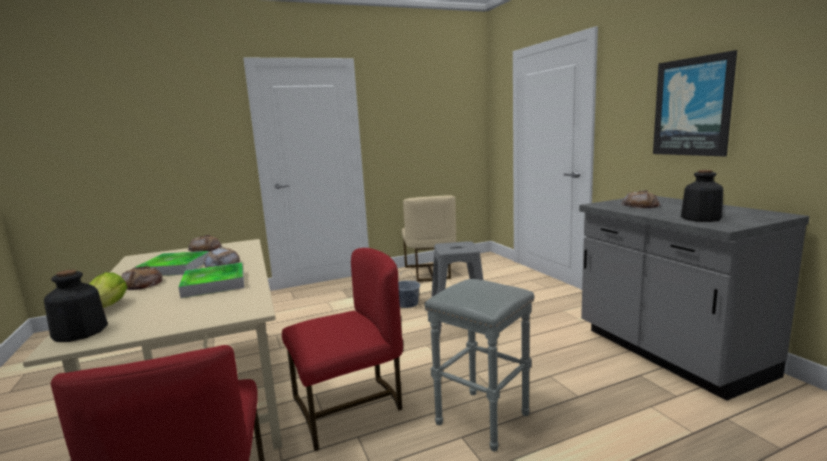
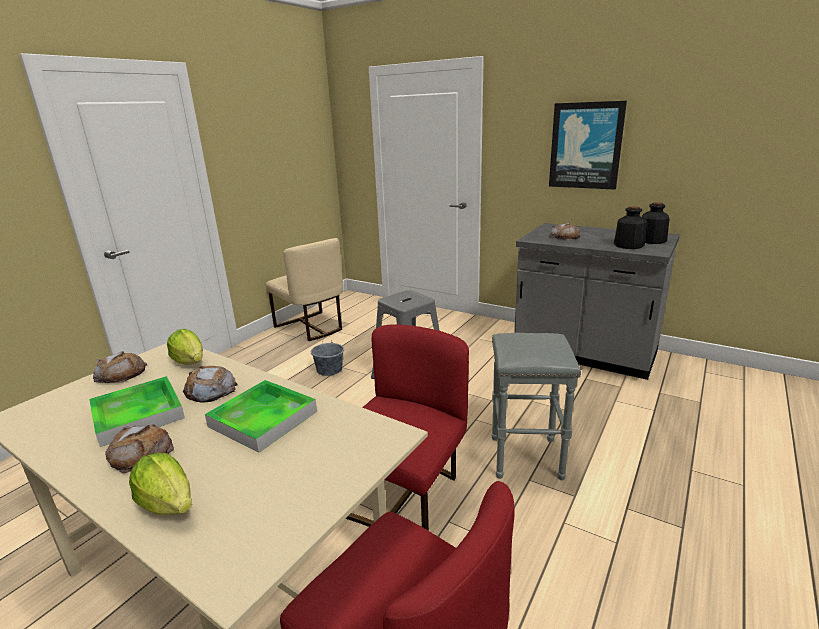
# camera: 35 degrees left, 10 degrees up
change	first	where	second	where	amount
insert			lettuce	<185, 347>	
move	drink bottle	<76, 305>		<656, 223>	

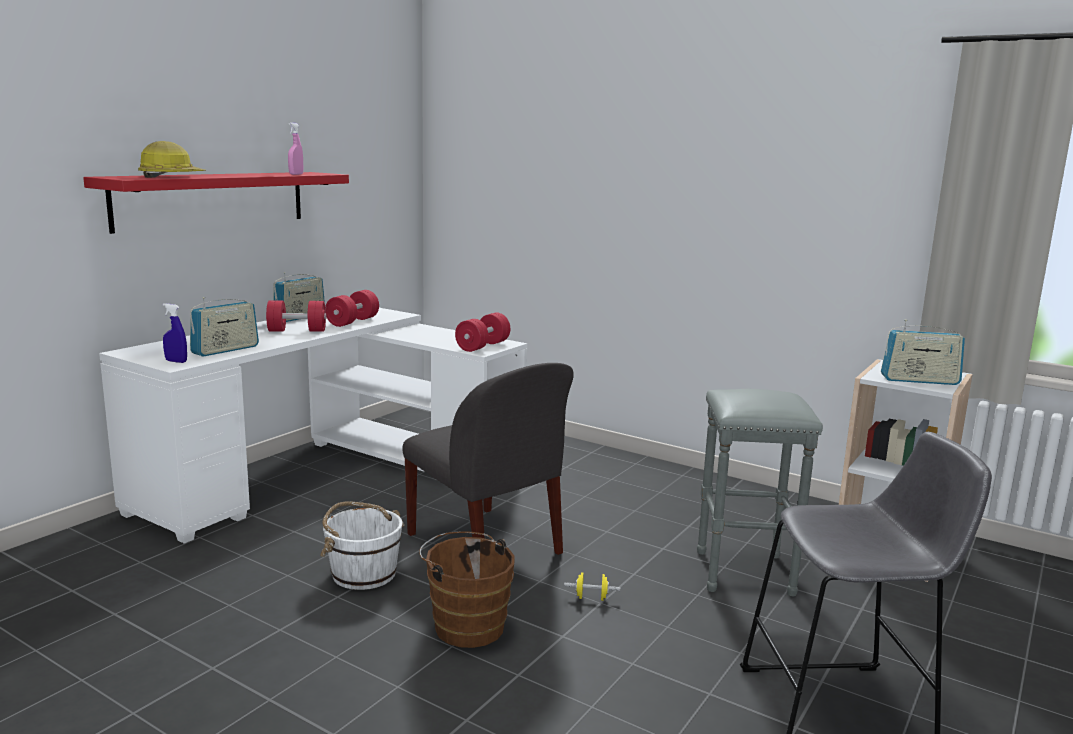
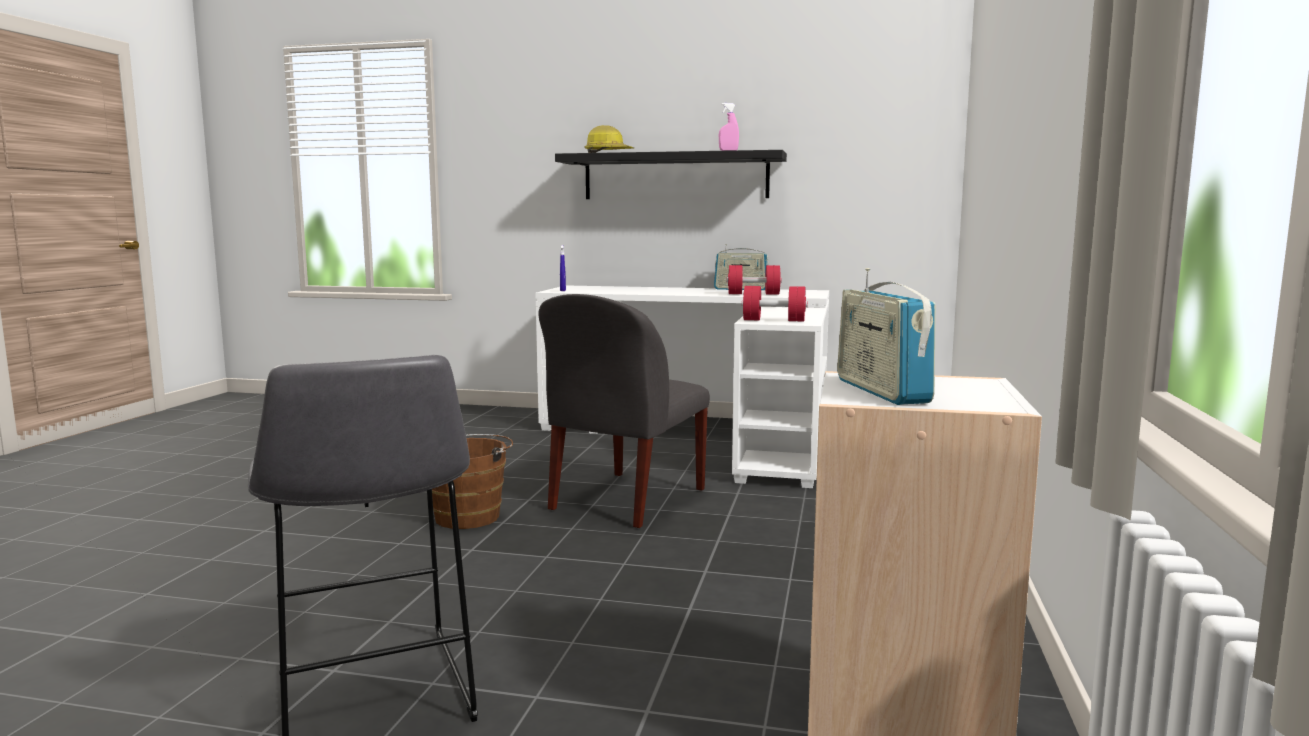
# camera: 70 degrees right, 5 degrees down
change	first	where	second	where	amount
delete	radio	<224, 327>			
delete	reddish dumbbell	<296, 316>			
delete	white bucket	<362, 545>			
delete	yellow-coloured dumbbell	<592, 586>			
delete	grey stool	<760, 492>			
recolor	reddish wall shelf	<216, 203>	black-coloured wall shelf	<671, 174>	

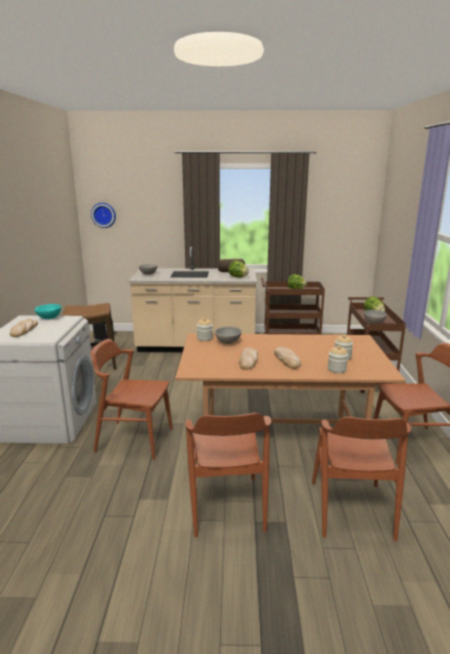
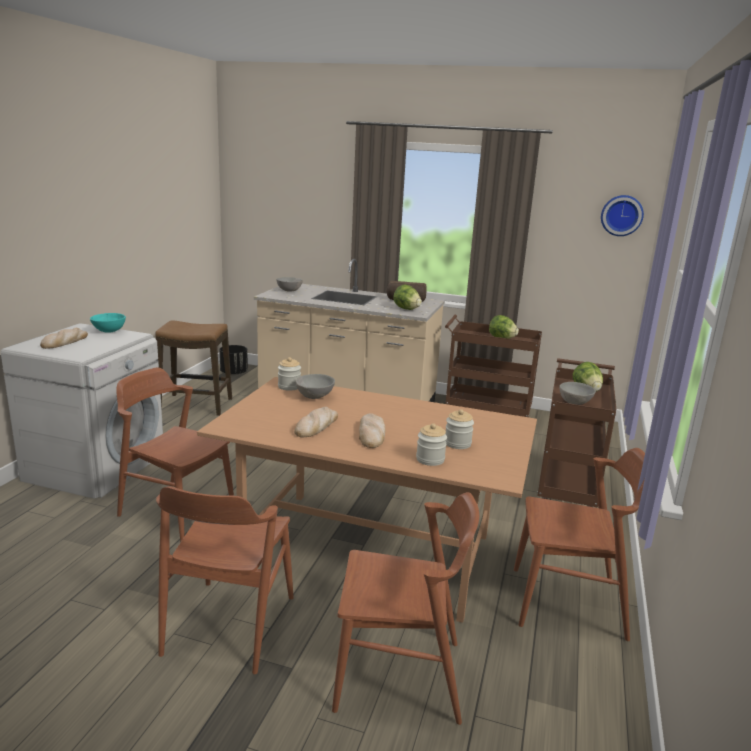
# camera: 15 degrees right, 0 degrees up
change	first	where	second	where	amount
move	wall clock	<103, 215>		<622, 215>	
rotate	brown-coloured plain chair	<361, 479>		<405, 608>	105 degrees counterclockwise

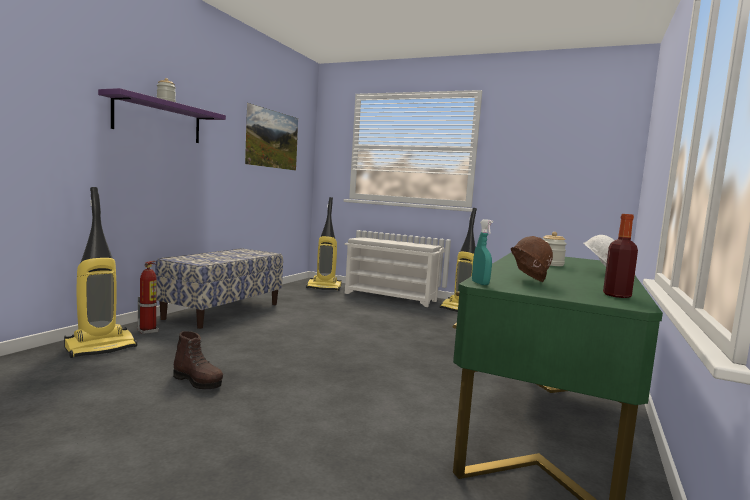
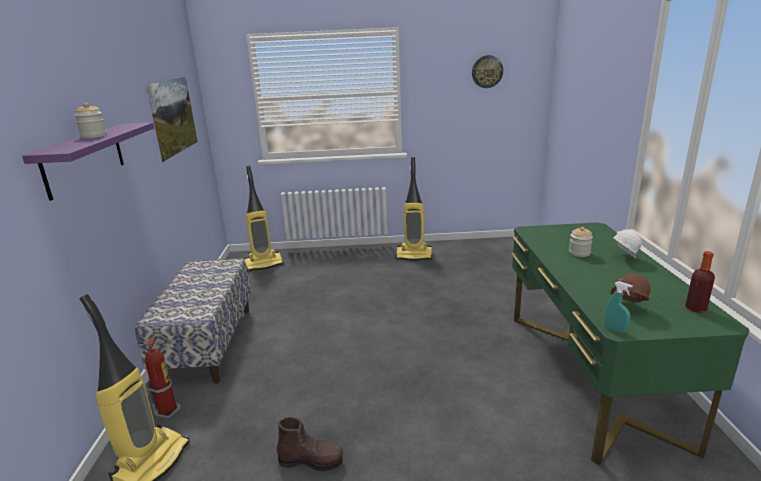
# camera: 25 degrees left, 15 degrees up
change	first	where	second	where	amount
delete	white shoe shelf	<395, 272>			
insert			wall clock	<487, 71>	

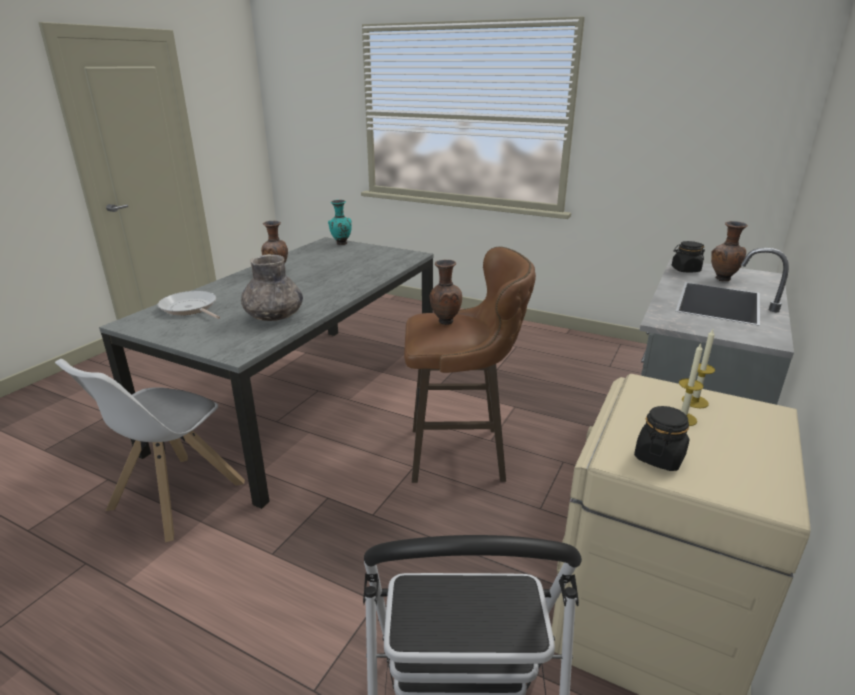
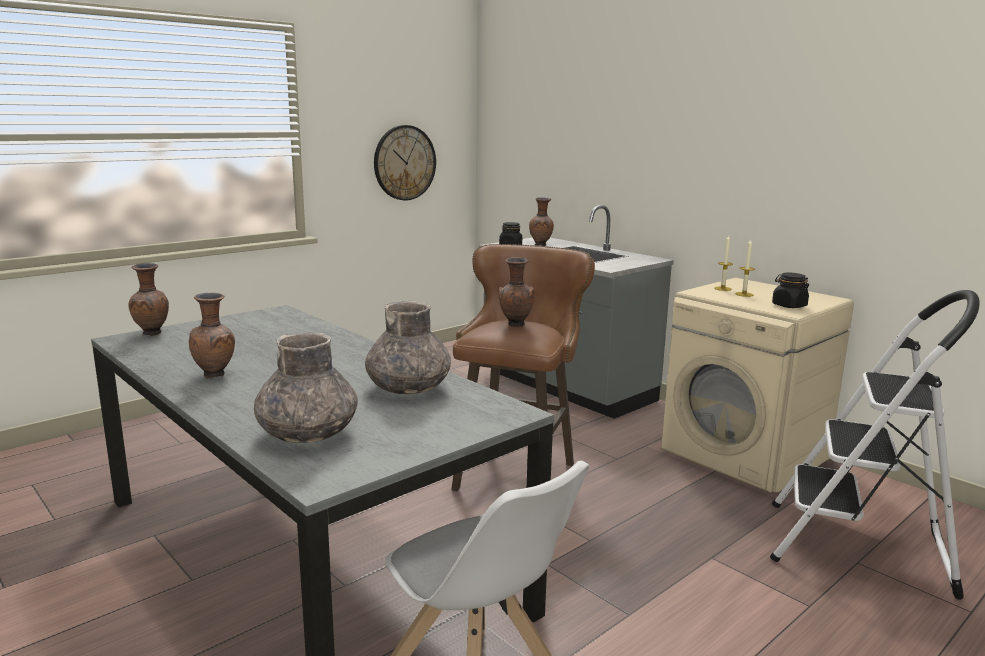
# camera: 70 degrees left, 10 degrees down
change	first	where	second	where	amount
insert			wall clock	<405, 162>	
replace	frying pan	<189, 305>	grey decorative vase	<306, 387>	
recolor	blue-green decorative vase	<340, 222>	brown-coloured decorative vase	<148, 299>	

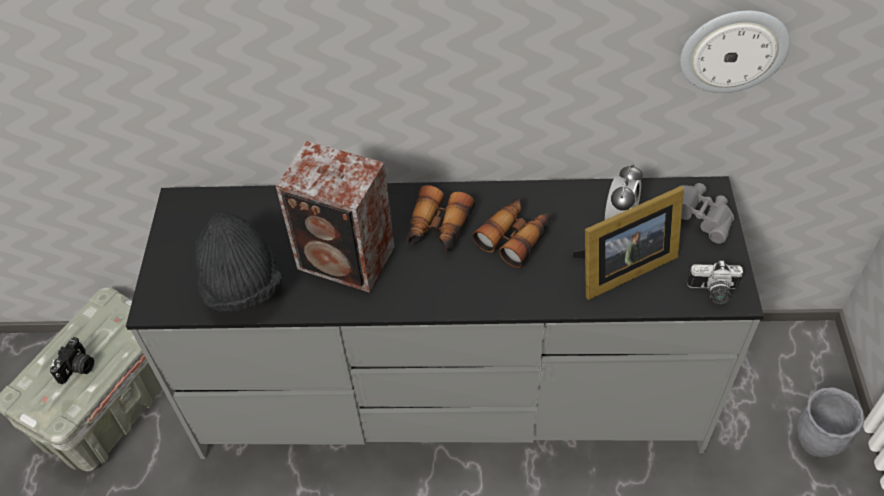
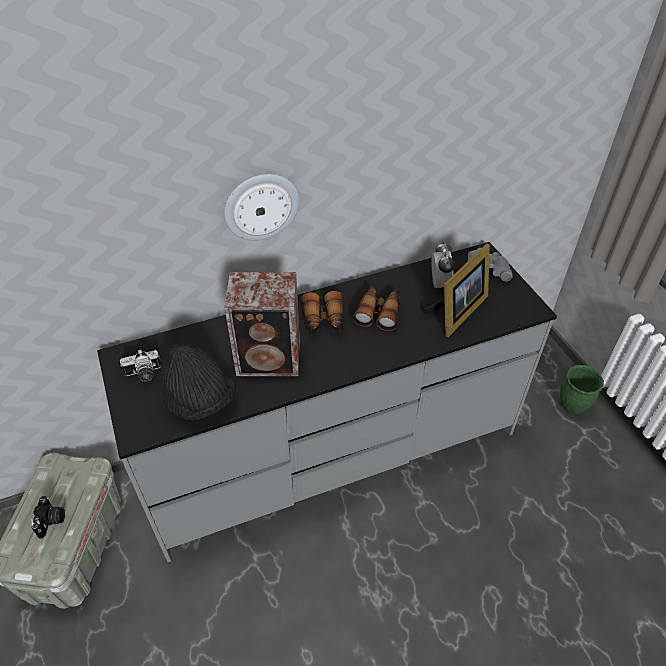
# camera: 25 degrees left, 5 degrees down
change	first	where	second	where	amount
move	wall clock	<735, 52>		<261, 207>	
move	still camera	<715, 282>		<141, 366>	
recolor	grey planter	<830, 422>	green-coloured planter	<582, 389>	

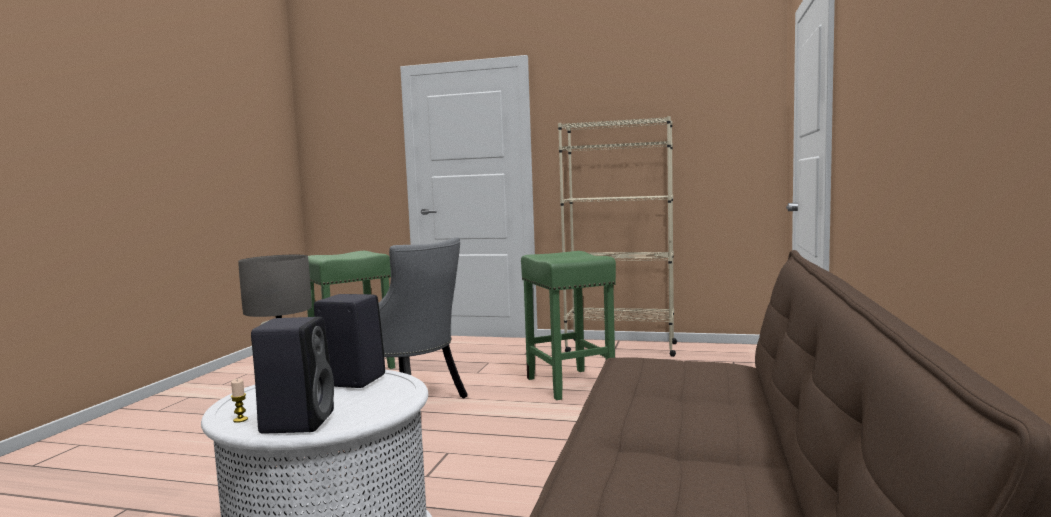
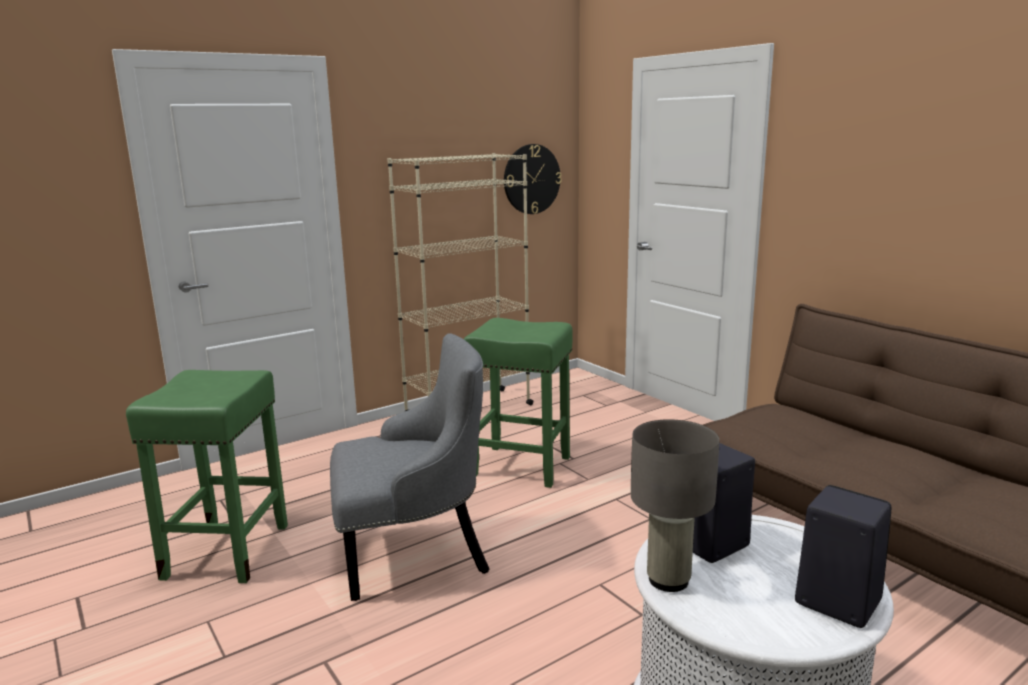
# camera: 50 degrees left, 10 degrees up
change	first	where	second	where	amount
delete	candle	<239, 401>			
insert			wall clock	<533, 179>	

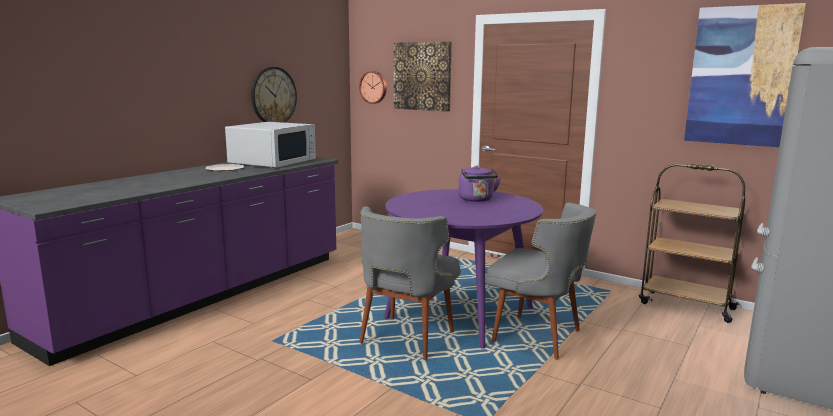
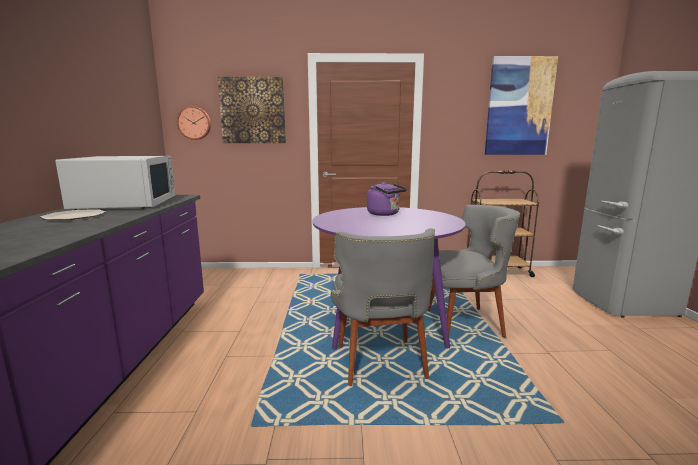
# camera: 35 degrees left, 0 degrees up
change	first	where	second	where	amount
delete	wall clock	<274, 95>			

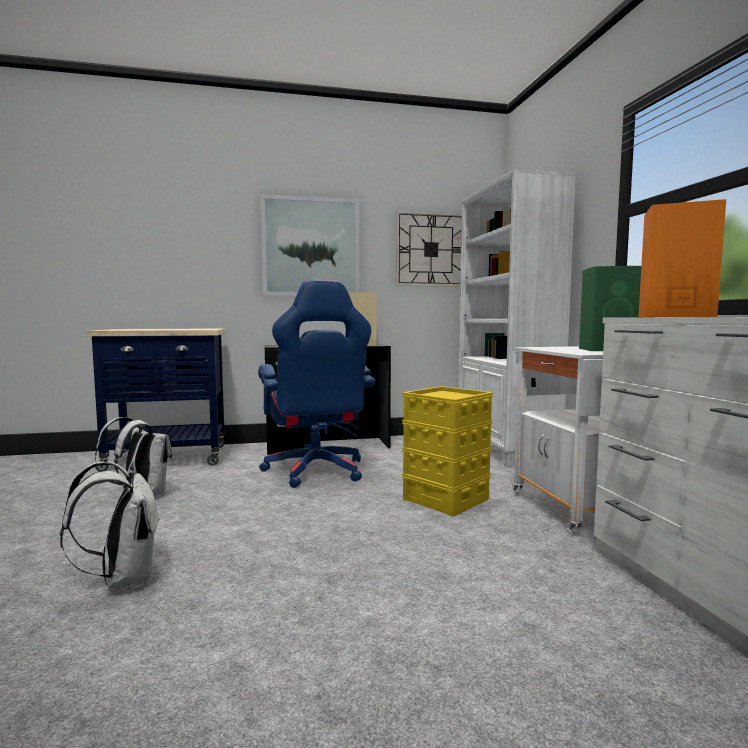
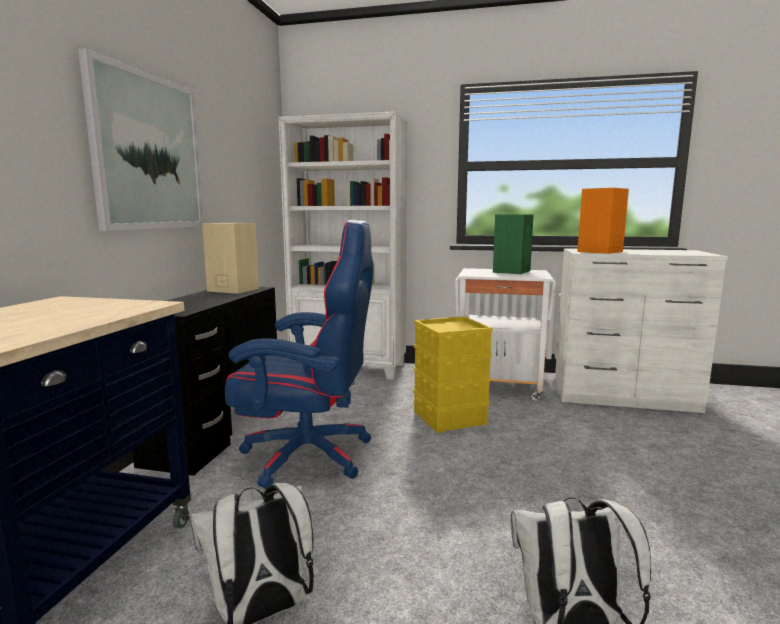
# camera: 65 degrees left, 5 degrees up
change	first	where	second	where	amount
delete	wall clock	<428, 248>			

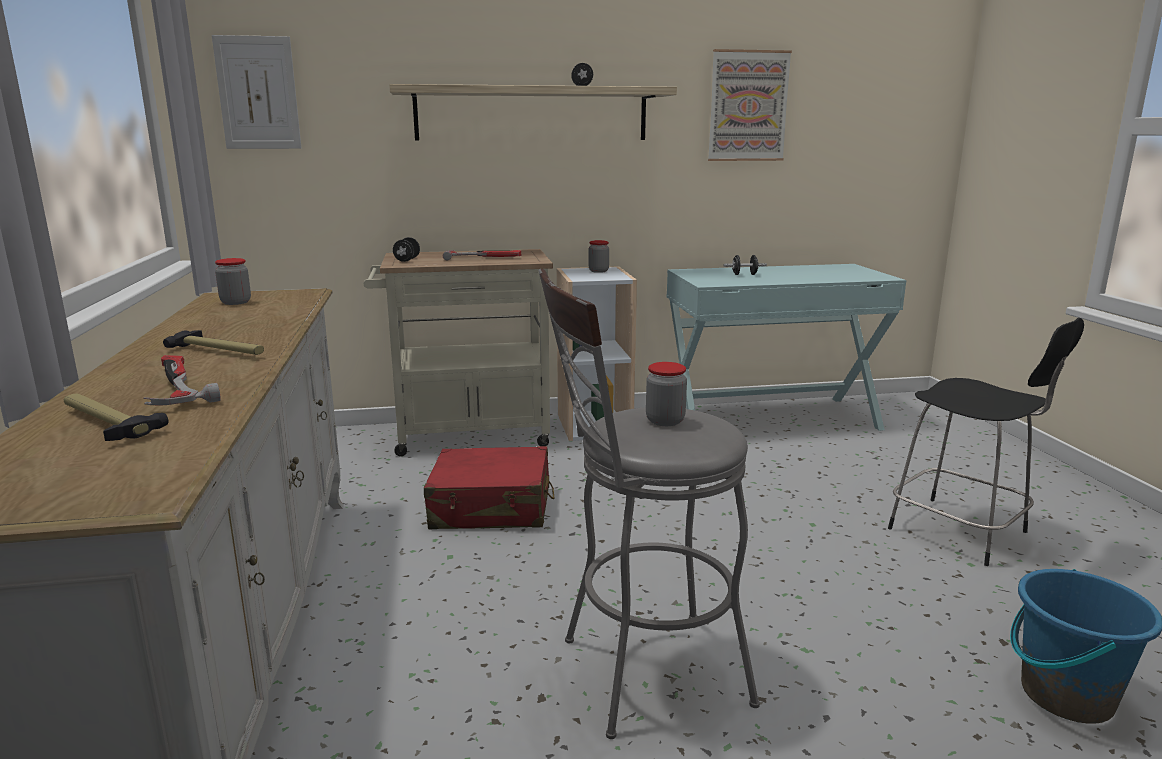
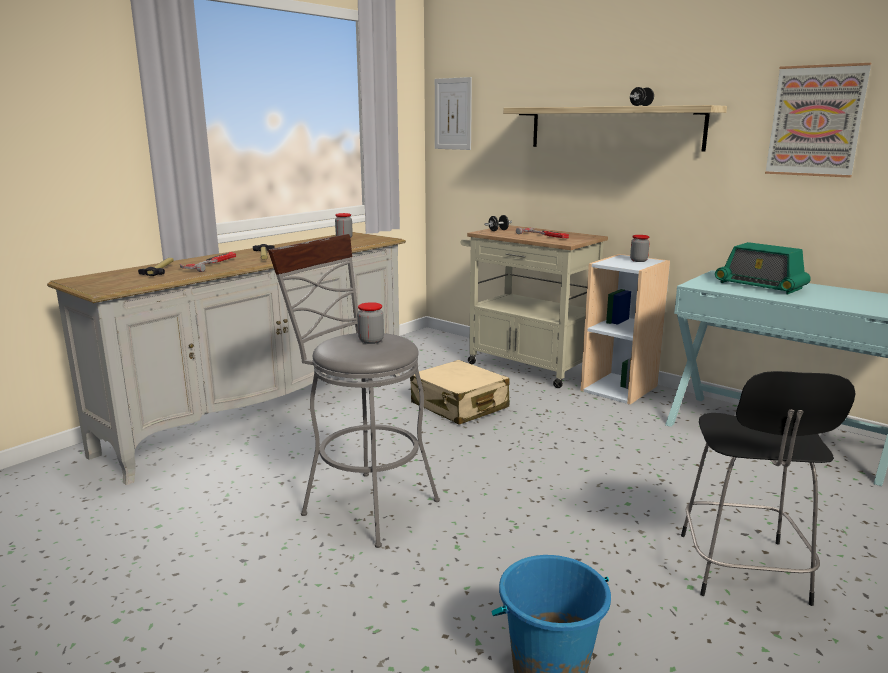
# camera: 50 degrees right, 0 degrees up
change	first	where	second	where	amount
replace	black-coloured dumbbell	<745, 265>	radio	<763, 268>	
recolor	reddish piece of luggage	<489, 487>	beige-coloured piece of luggage	<459, 392>	

